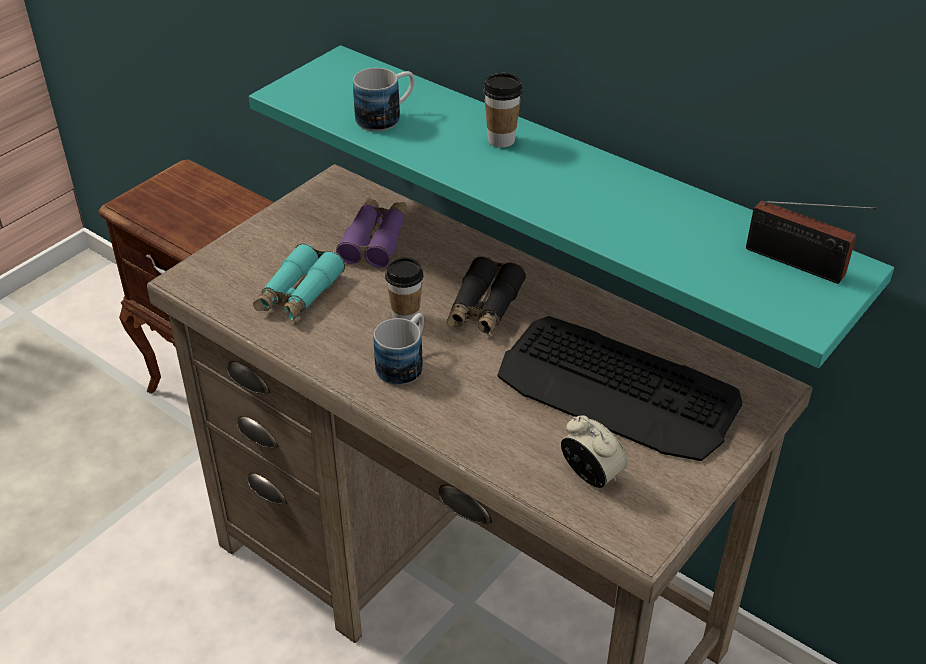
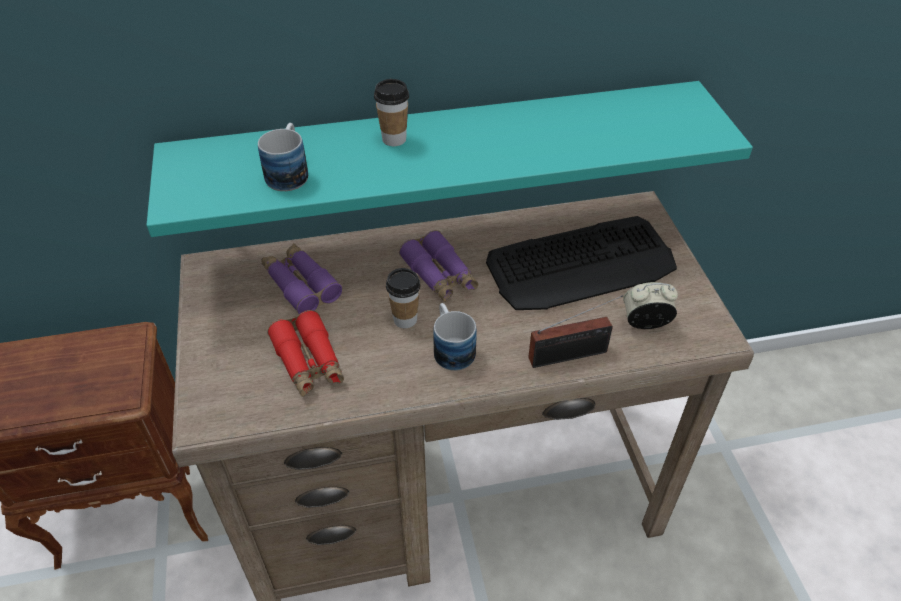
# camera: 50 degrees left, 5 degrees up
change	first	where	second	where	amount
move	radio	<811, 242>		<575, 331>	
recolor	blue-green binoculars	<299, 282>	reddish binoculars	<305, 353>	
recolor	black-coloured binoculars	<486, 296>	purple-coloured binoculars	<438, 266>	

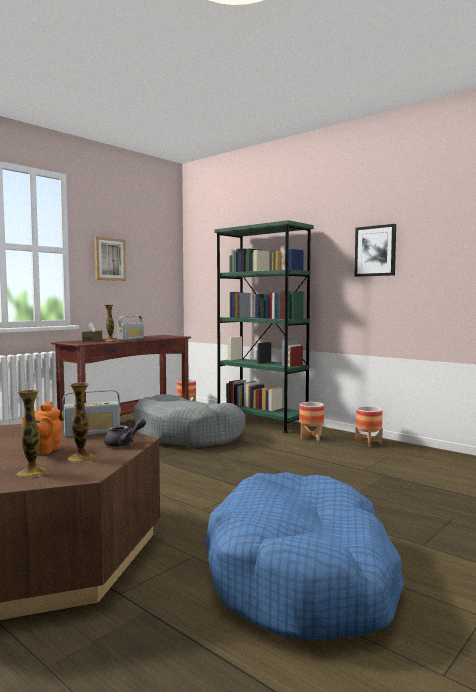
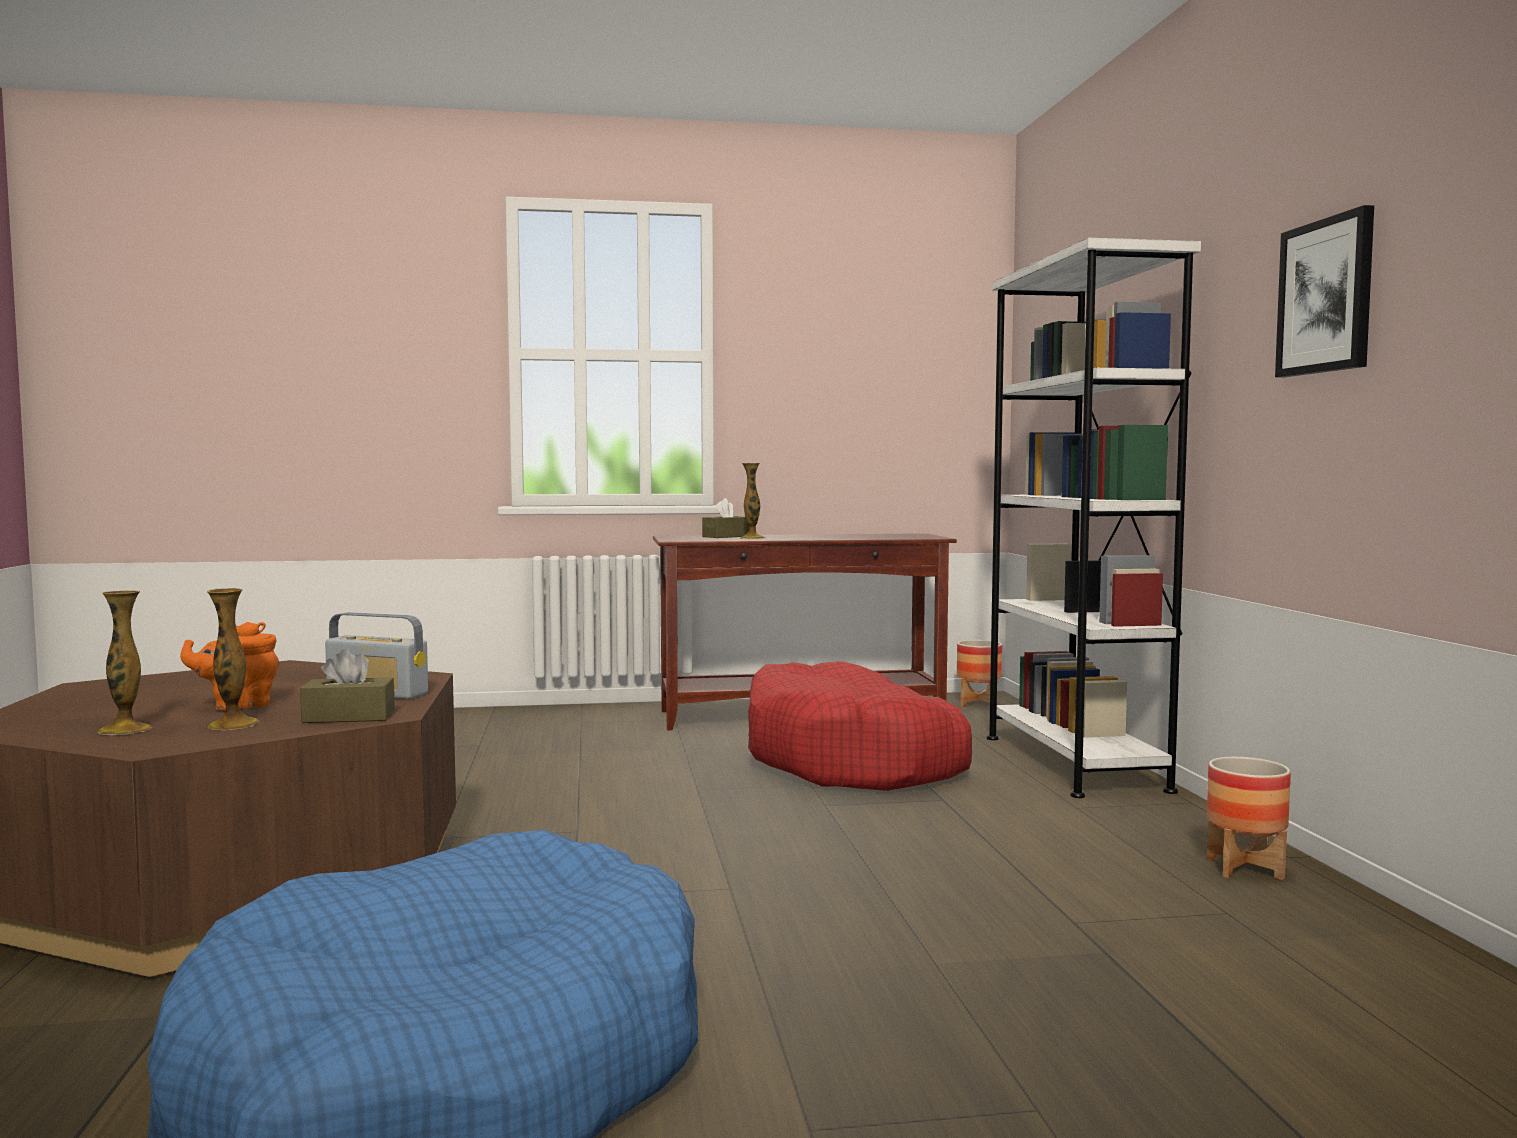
# camera: 40 degrees right, 0 degrees up
change	first	where	second	where	amount
delete	picture	<110, 259>			
delete	radio	<130, 328>			
delete	planter	<311, 421>			
replace	grey pot for tea	<125, 432>	brown-coloured box of tissues	<347, 686>	
recolor	grey dog bed	<190, 421>	reddish dog bed	<860, 726>	
recolor	green-coloured bookshelf	<263, 326>	white bookshelf	<1094, 518>	

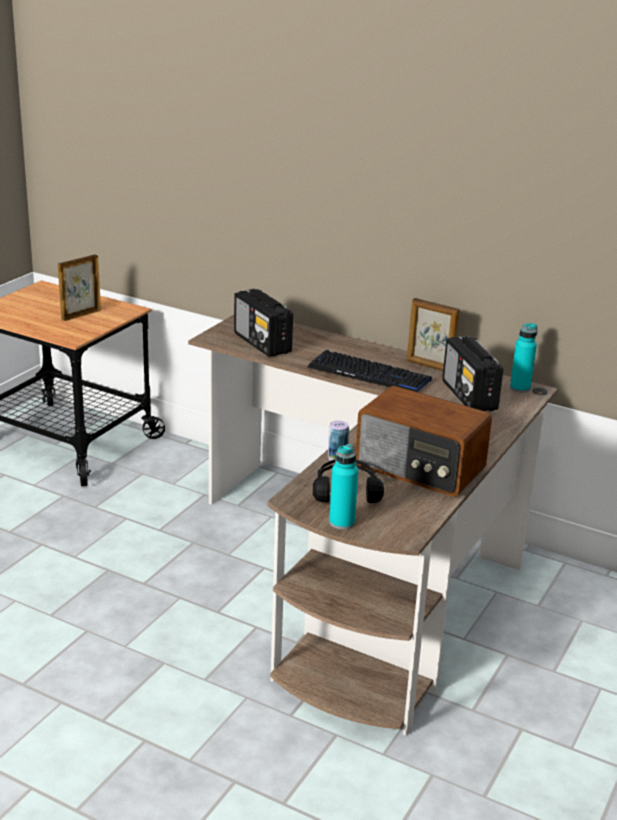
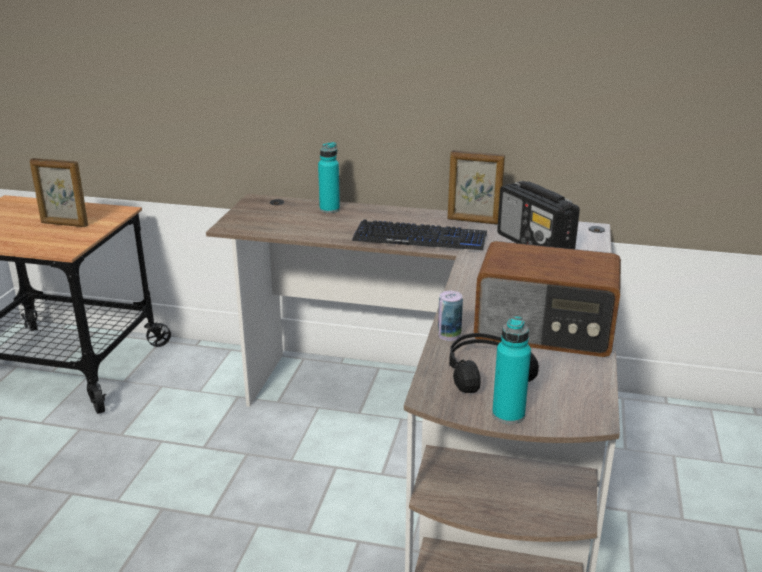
# camera: 15 degrees left, 0 degrees up
change	first	where	second	where	amount
delete	radio	<263, 323>			
move	blue-green drink bottle	<523, 358>		<329, 177>	
rotate	standing frame	<79, 288>		<58, 192>	105 degrees counterclockwise

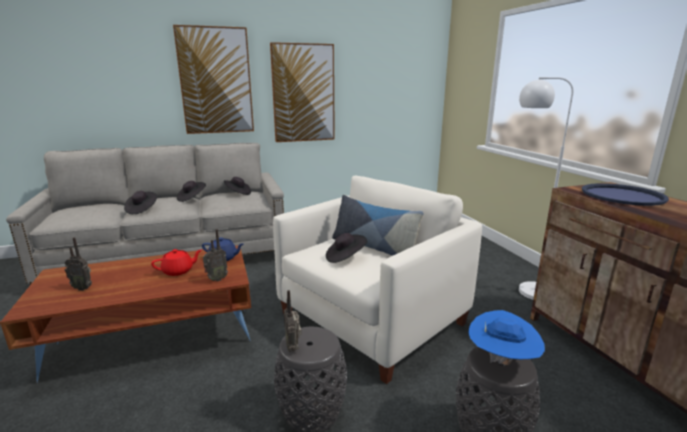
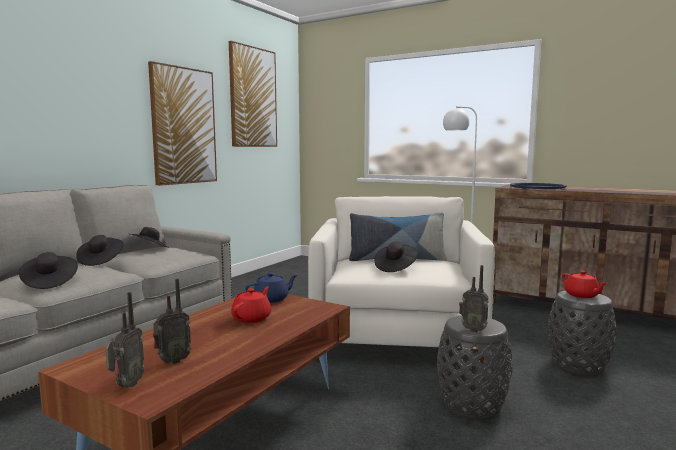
# camera: 40 degrees left, 10 degrees down
change	first	where	second	where	amount
move	picture	<213, 79>		<253, 94>	
move	radio	<215, 255>		<125, 340>	
replace	blue-coloured hat	<506, 337>	reddish pot for tea	<584, 284>	

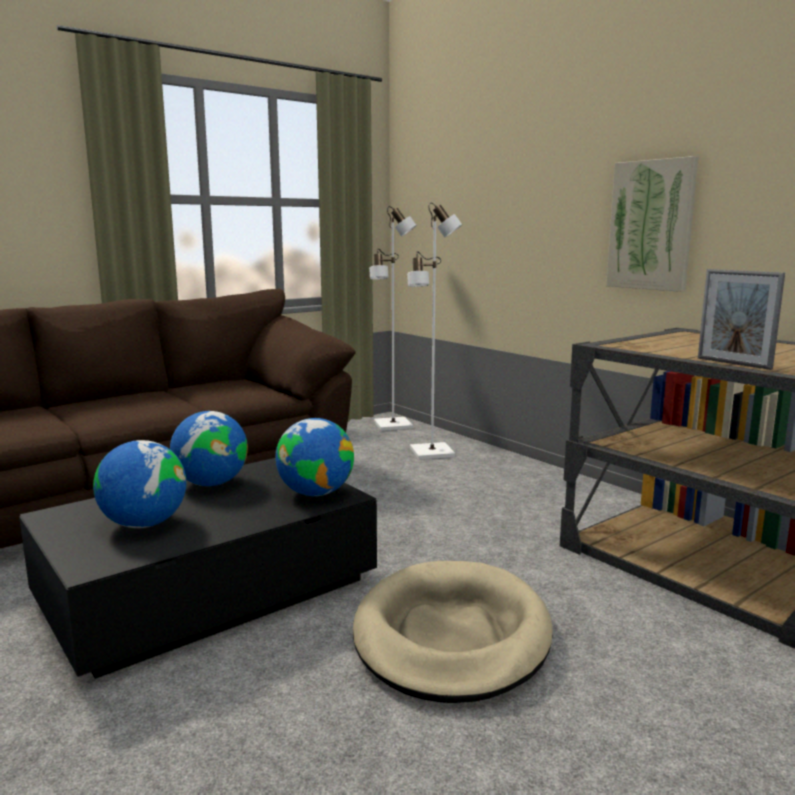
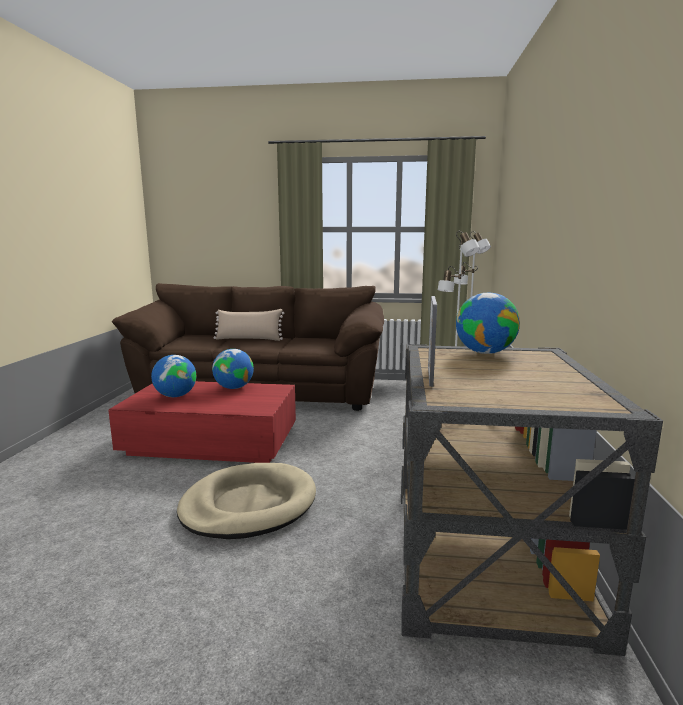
# camera: 45 degrees right, 0 degrees up
change	first	where	second	where	amount
delete	picture	<652, 224>			
insert			beige-coloured pillow	<248, 325>	
move	world globe	<314, 457>		<488, 323>	
recolor	black-coloured low table	<198, 568>	reddish low table	<202, 422>	

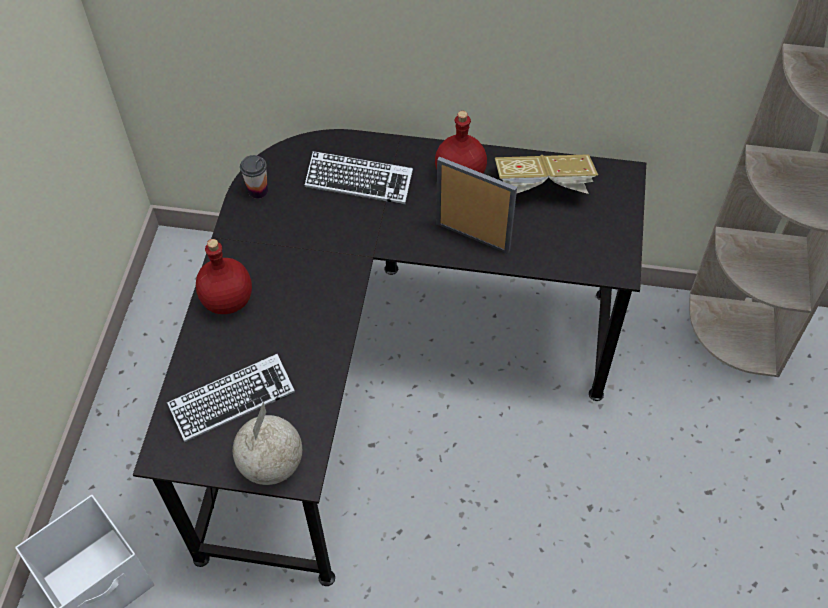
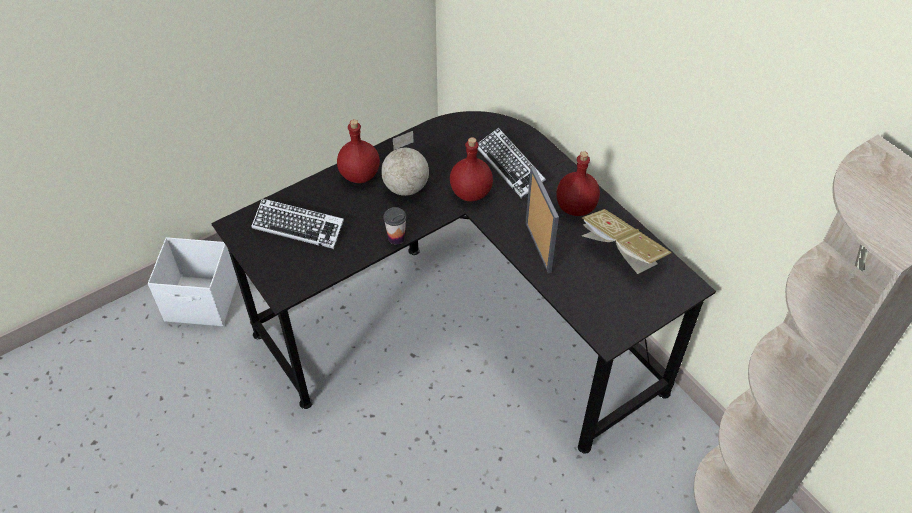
# camera: 45 degrees right, 5 degrees down
change	first	where	second	where	amount
insert			reddish drink bottle	<471, 169>	
move	world globe	<267, 443>		<405, 163>	
move	small cup	<254, 177>		<394, 225>	

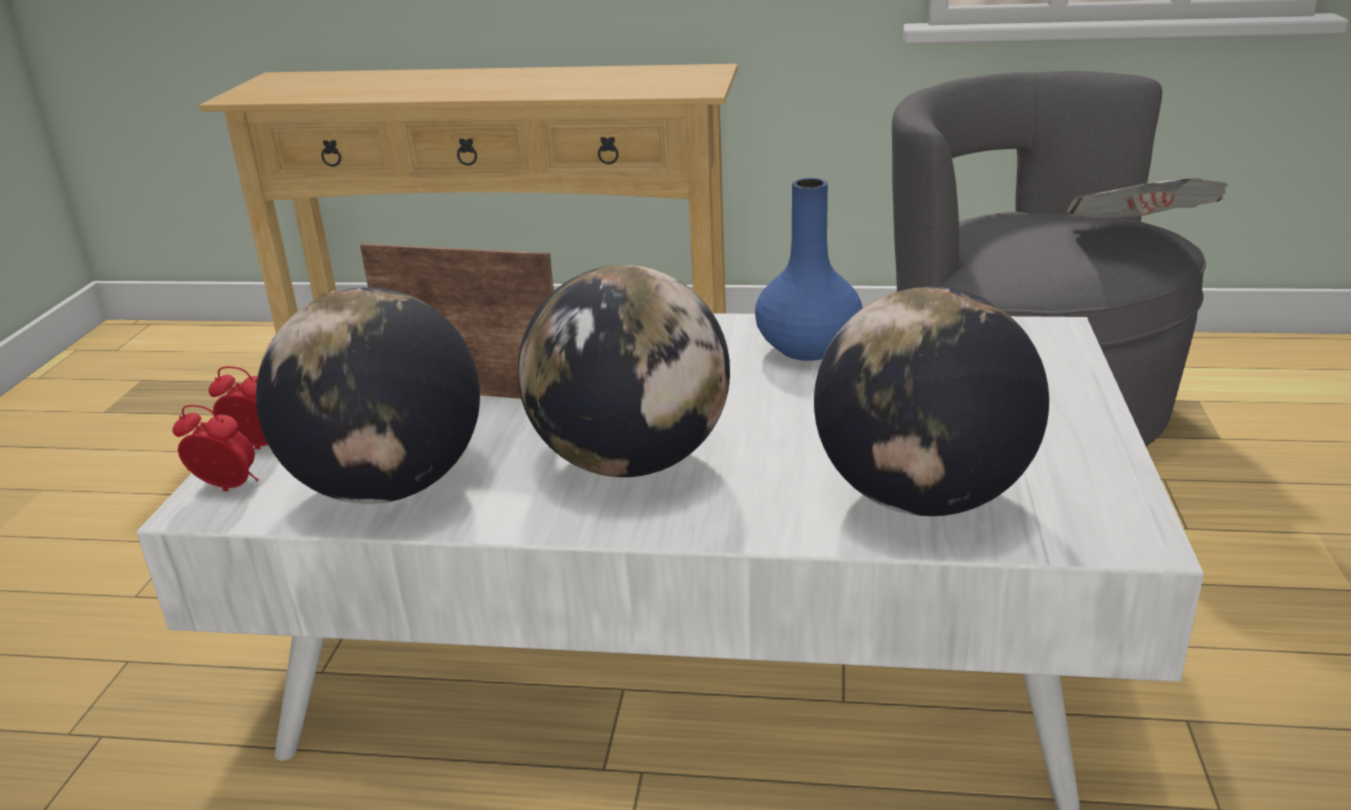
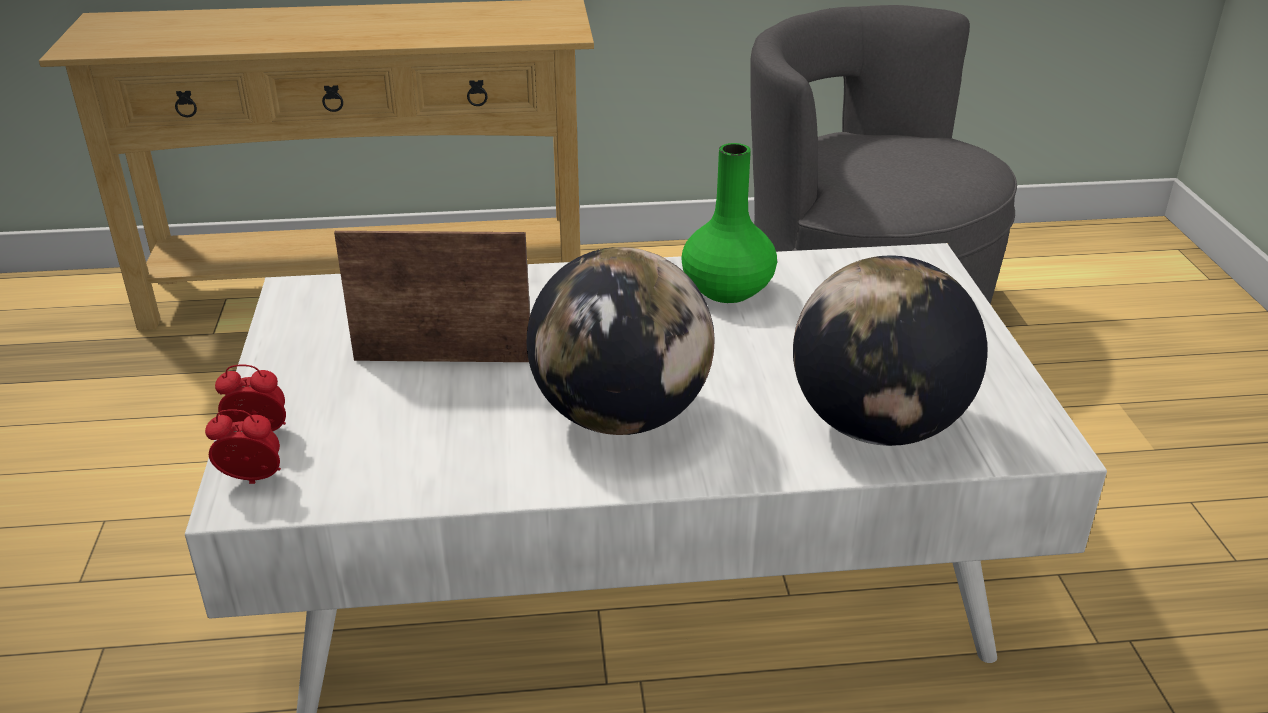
# camera: 15 degrees left, 5 degrees up
change	first	where	second	where	amount
delete	world globe	<368, 395>			
delete	printed paper	<1147, 198>			
recolor	blue-coloured decorative vase	<809, 269>	green-coloured decorative vase	<729, 223>	

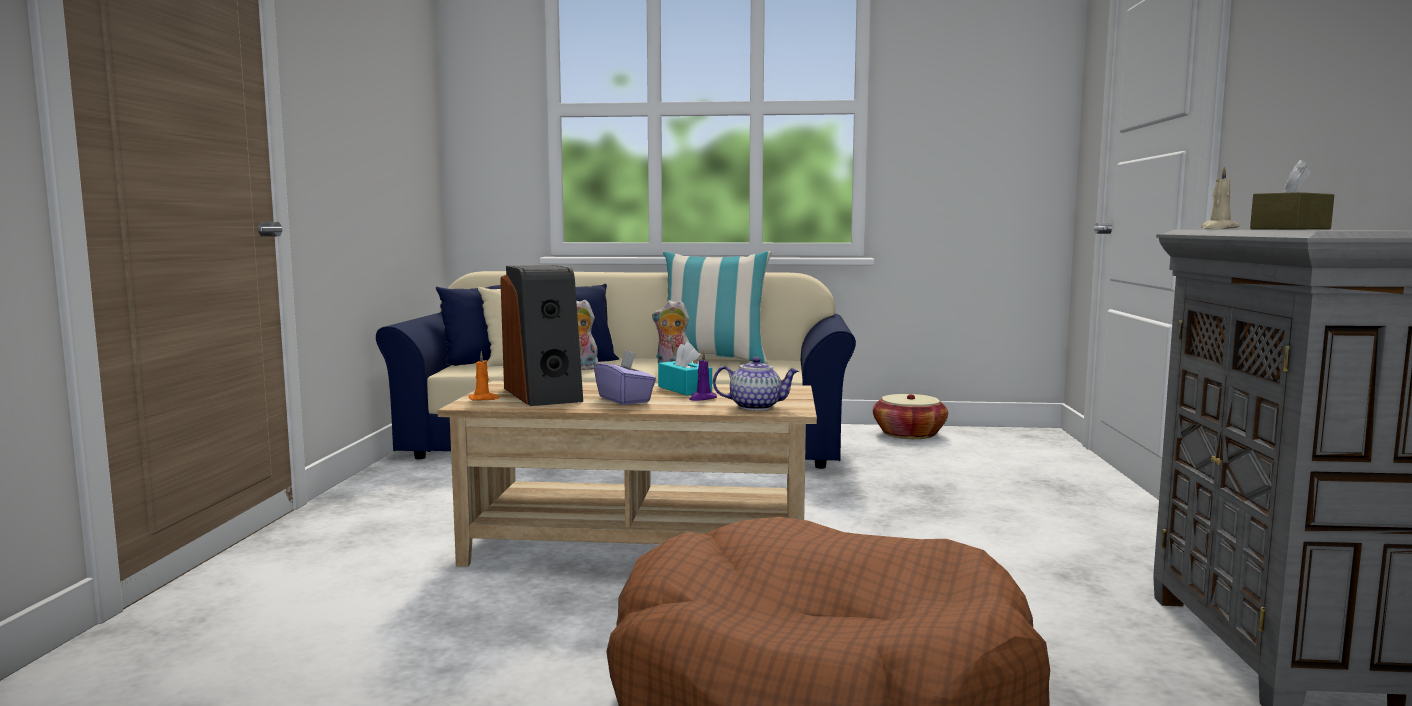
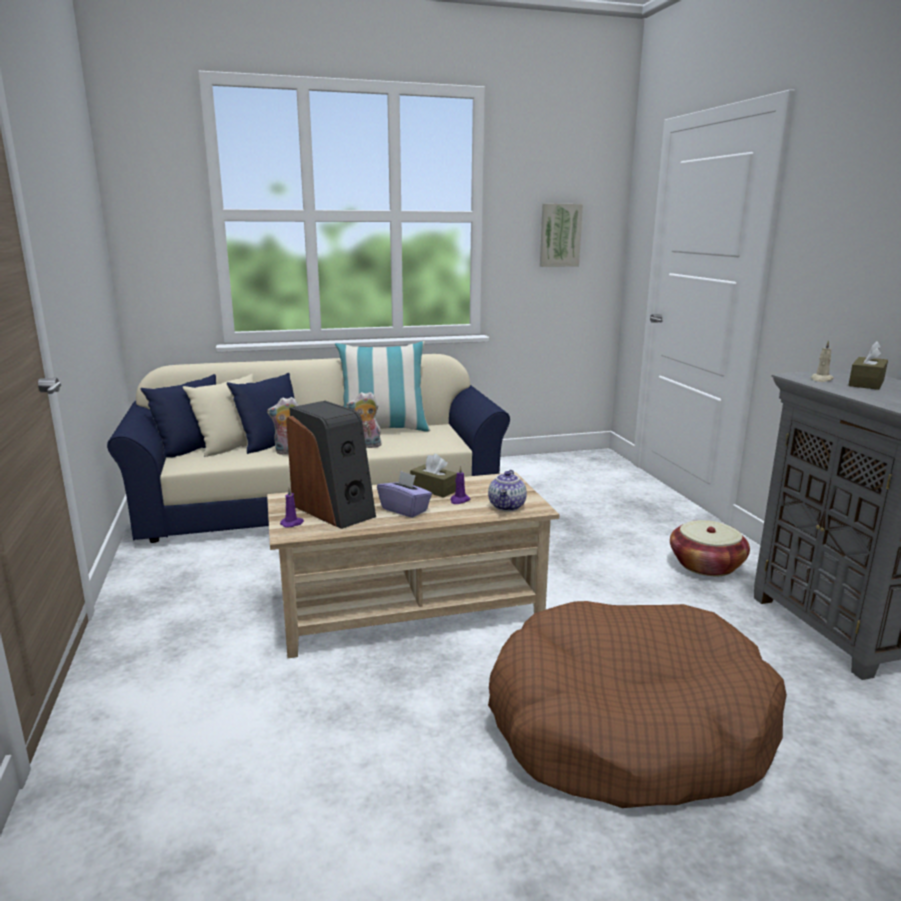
# camera: 20 degrees left, 10 degrees up
change	first	where	second	where	amount
insert			picture	<561, 235>	
move	basket	<910, 416>		<710, 548>	
recolor	orangey candle	<484, 376>	purple-coloured candle	<292, 507>	
recolor	blue-green box of tissues	<685, 368>	brown-coloured box of tissues	<433, 476>	
rotate	pot for tea	<756, 384>		<507, 490>	120 degrees clockwise

